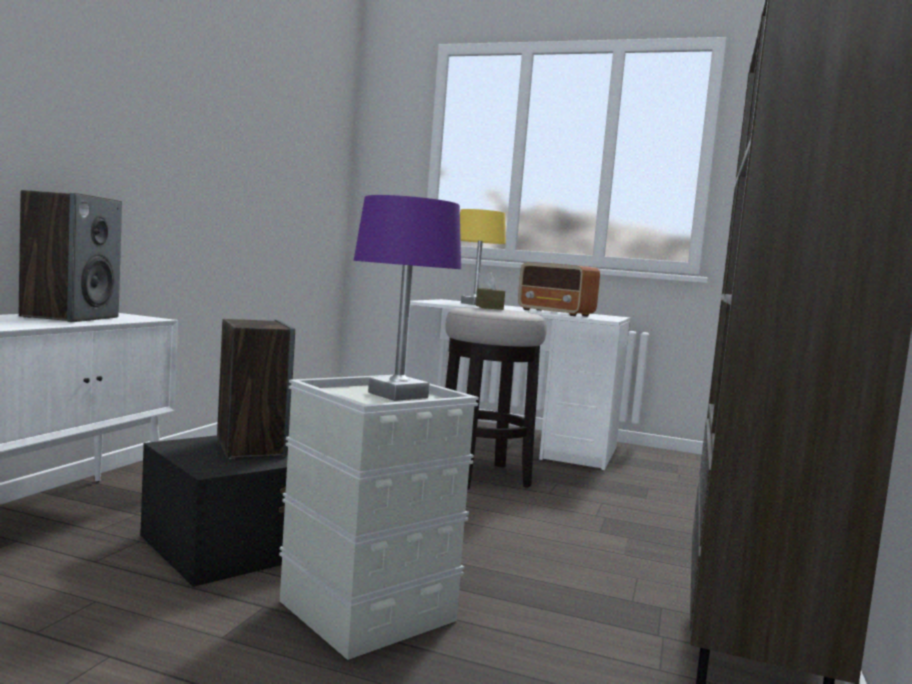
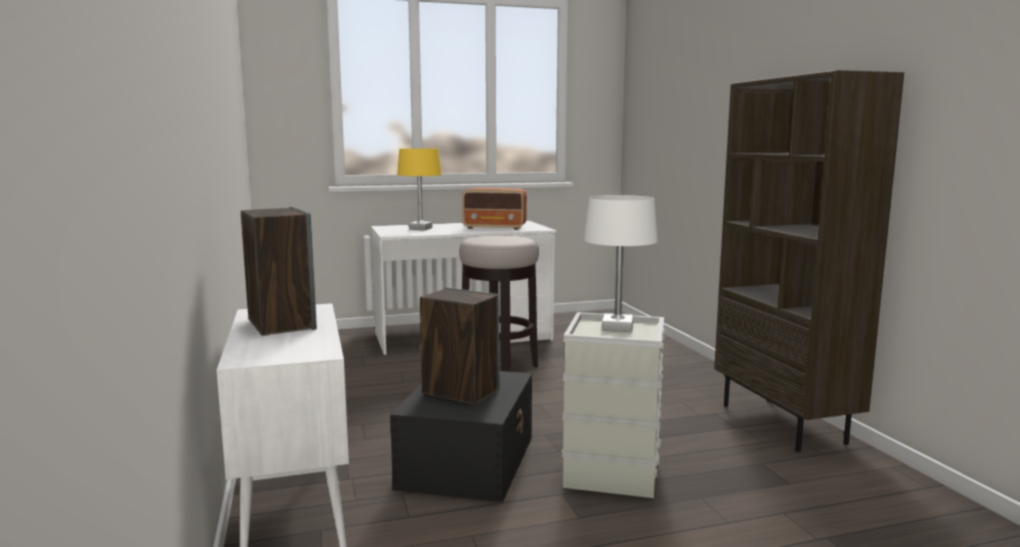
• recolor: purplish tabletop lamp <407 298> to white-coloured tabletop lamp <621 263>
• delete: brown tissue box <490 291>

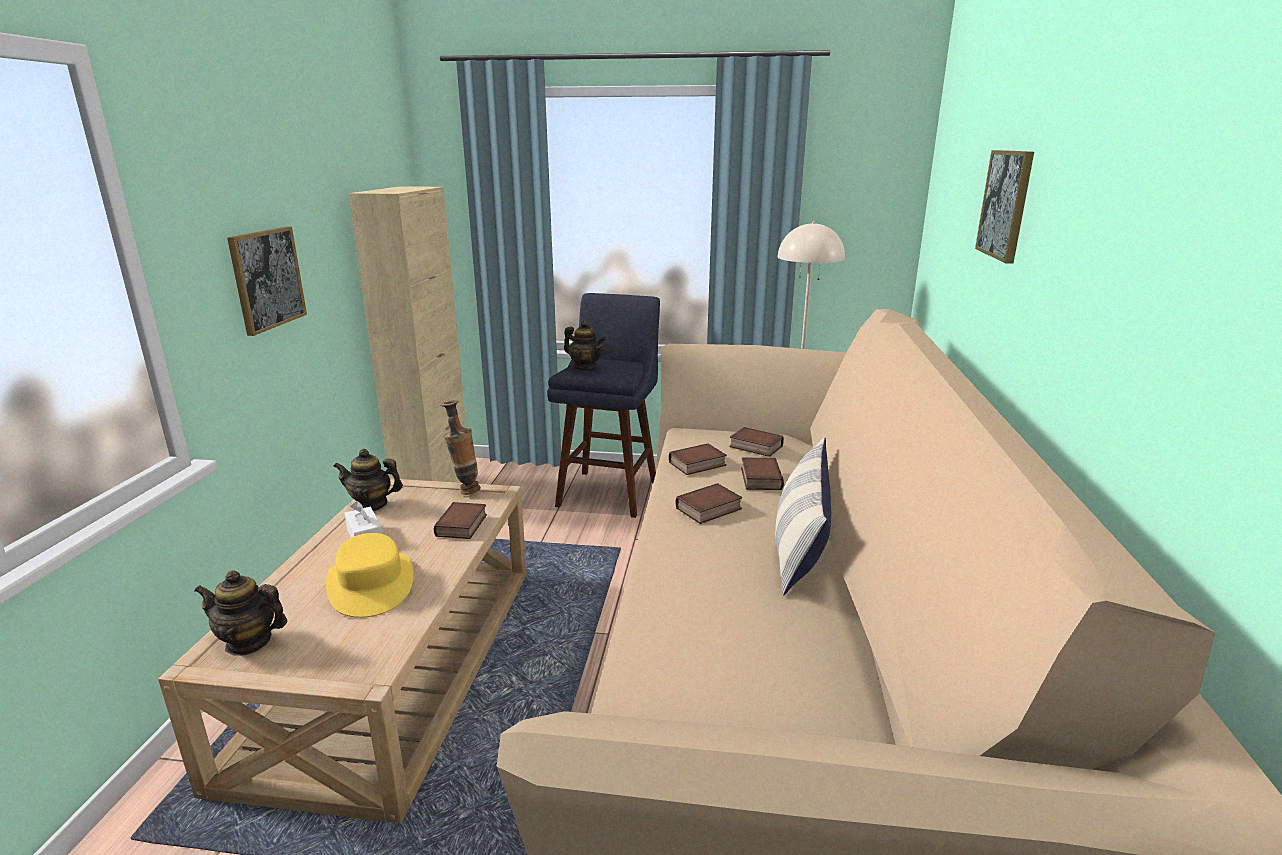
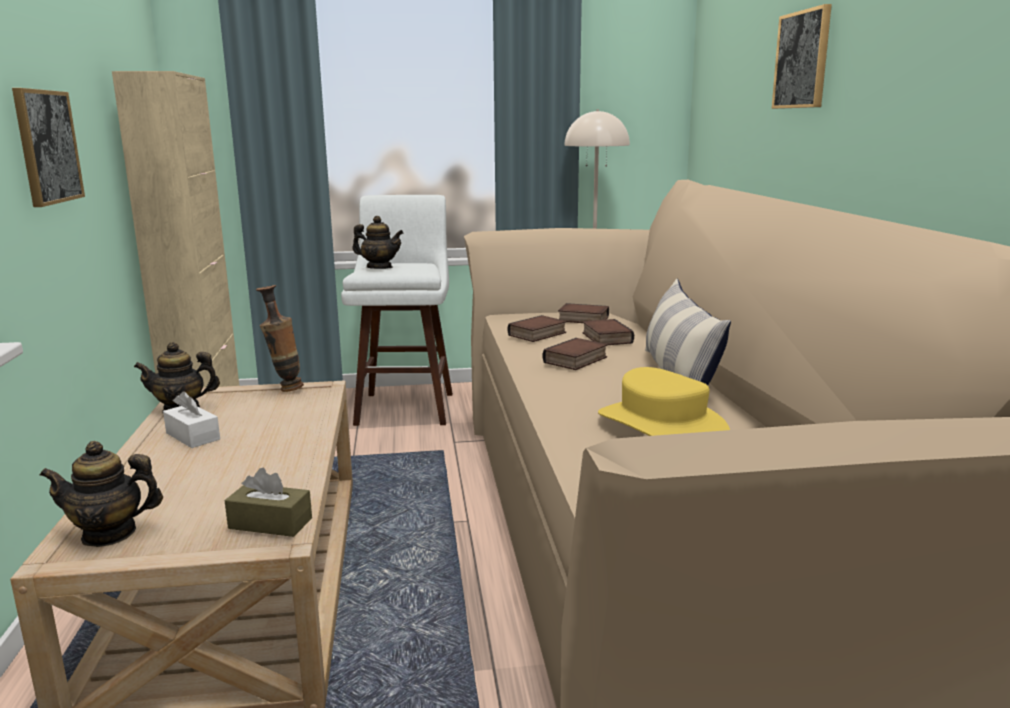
• recolor: blue-coloured stool <603 405> to white-coloured stool <397 310>
• delete: volume <460 520>
• move: yellow clothing hat <370 575> to <664 401>
• insert: brown tissue box <268 502>

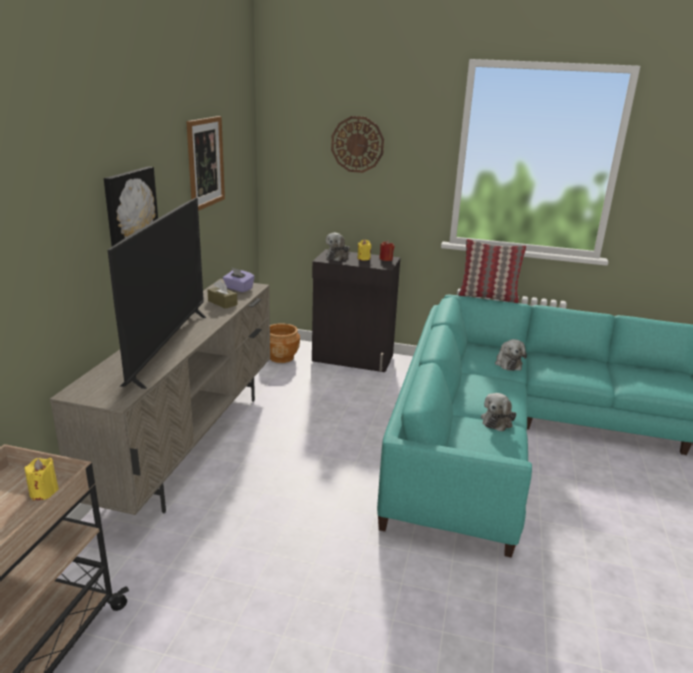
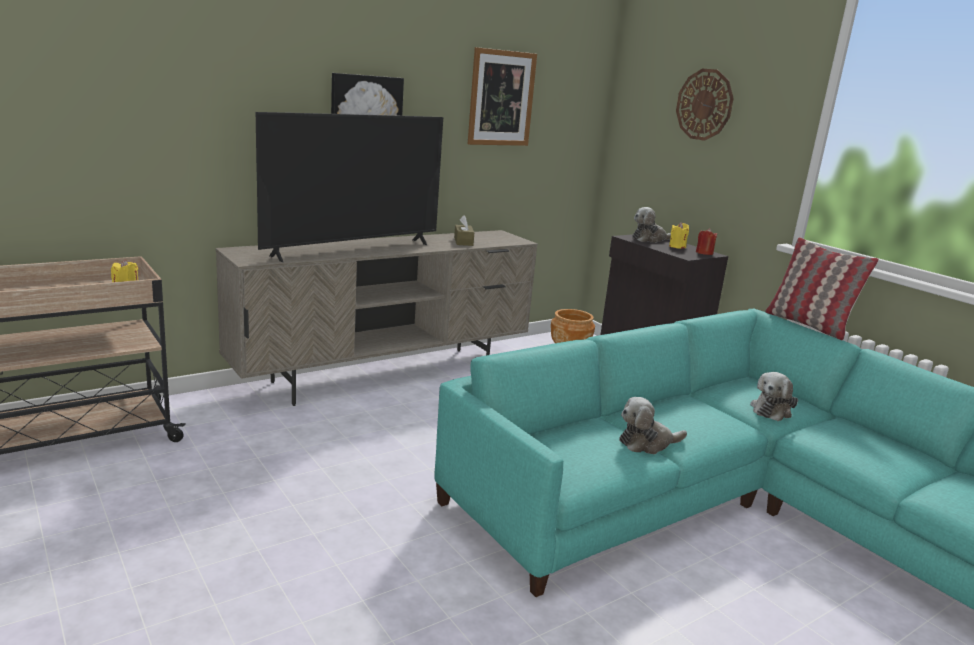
• delete: purplish tissue box <239 280>

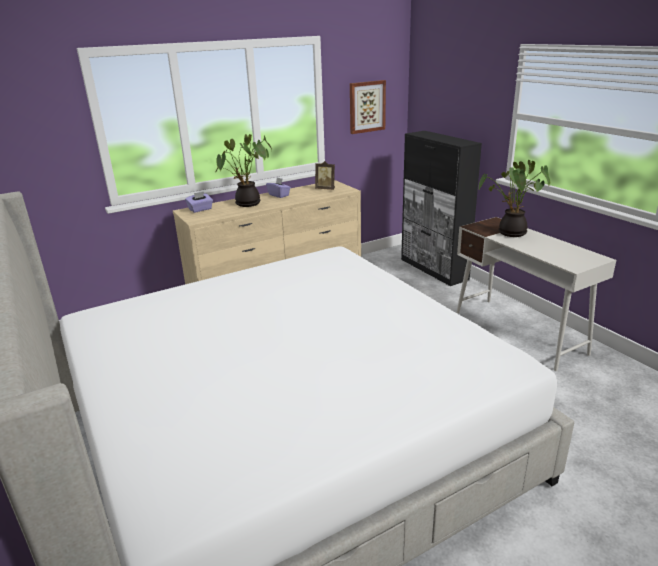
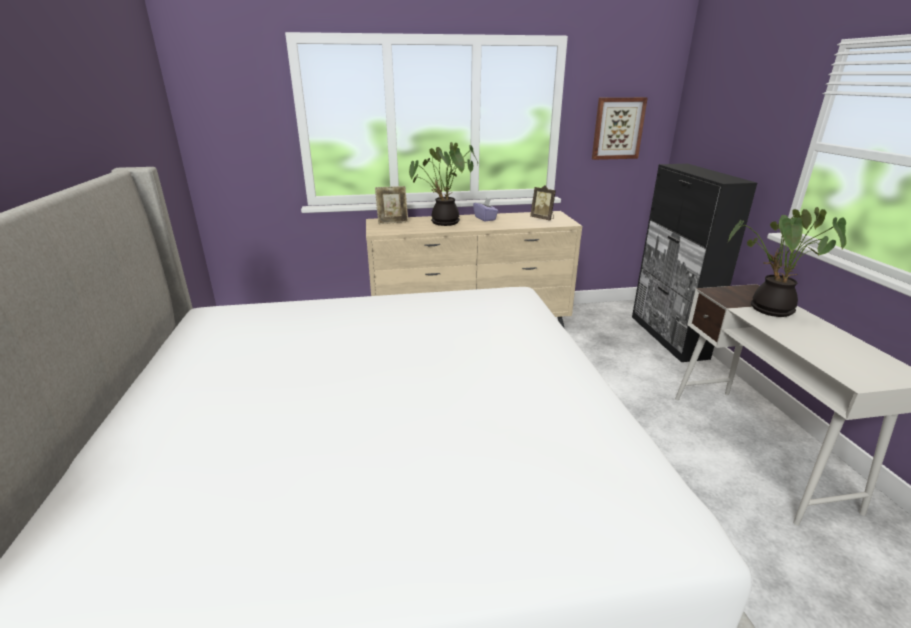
• replace: purplish tissue box <199 202> to photo frame <391 205>

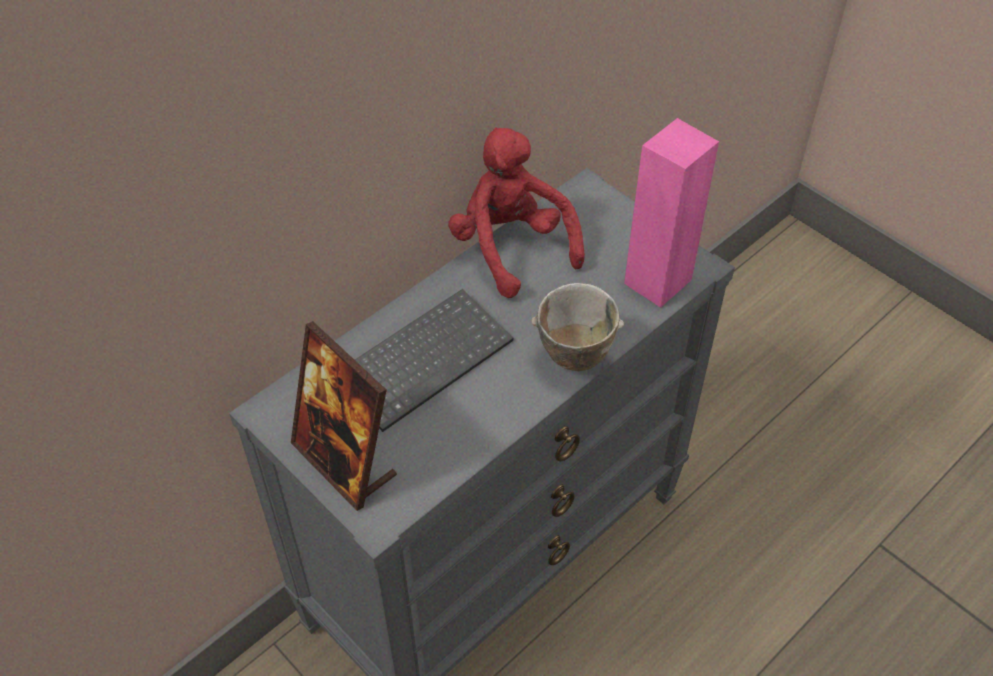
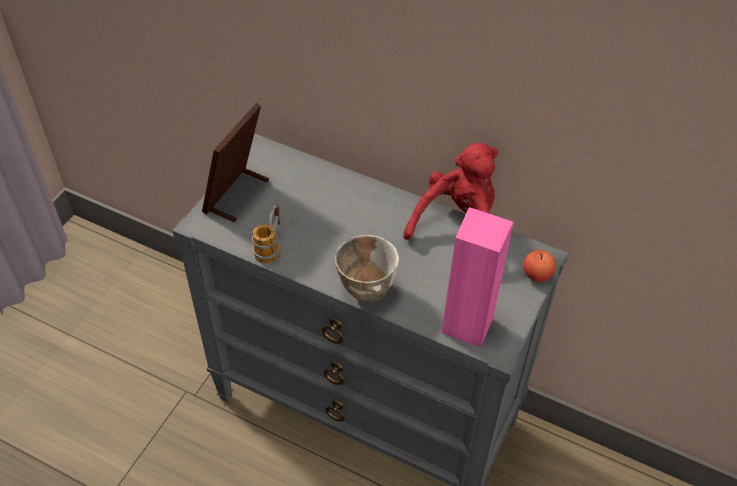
• delete: computer keyboard <434 360>
• insert: mug <266 233>
• insert: apple fruit <539 266>

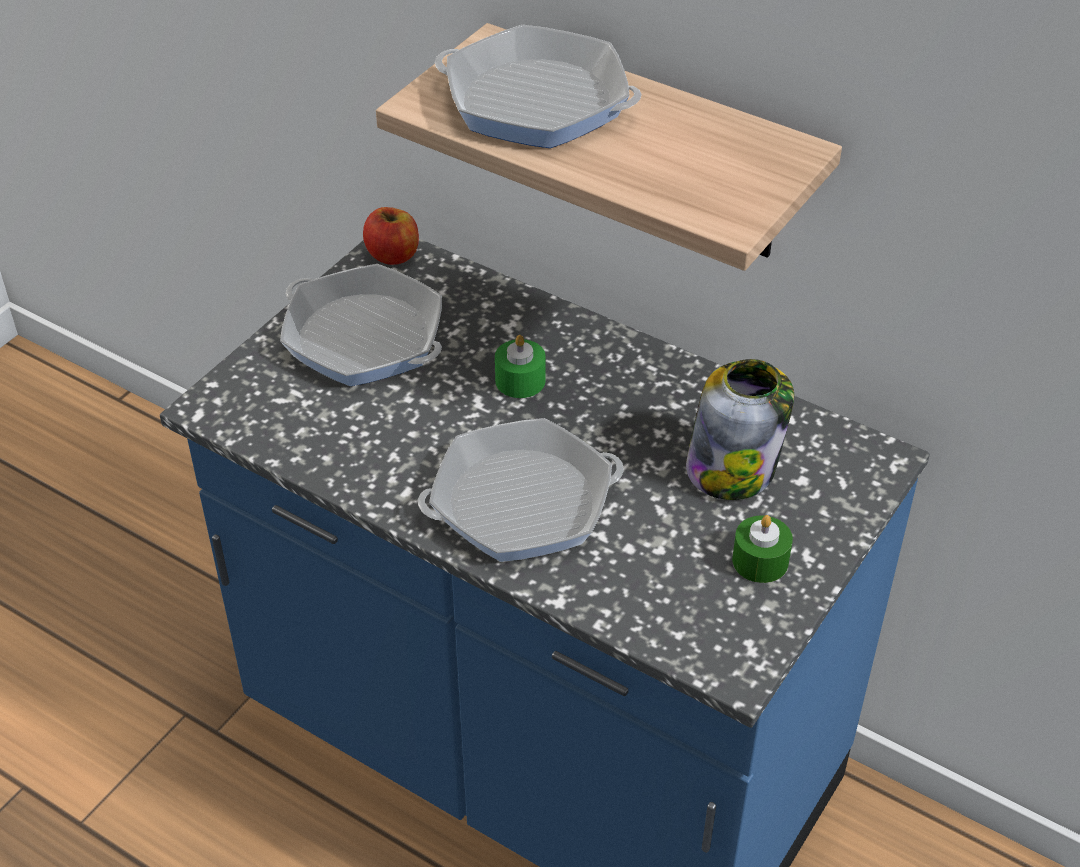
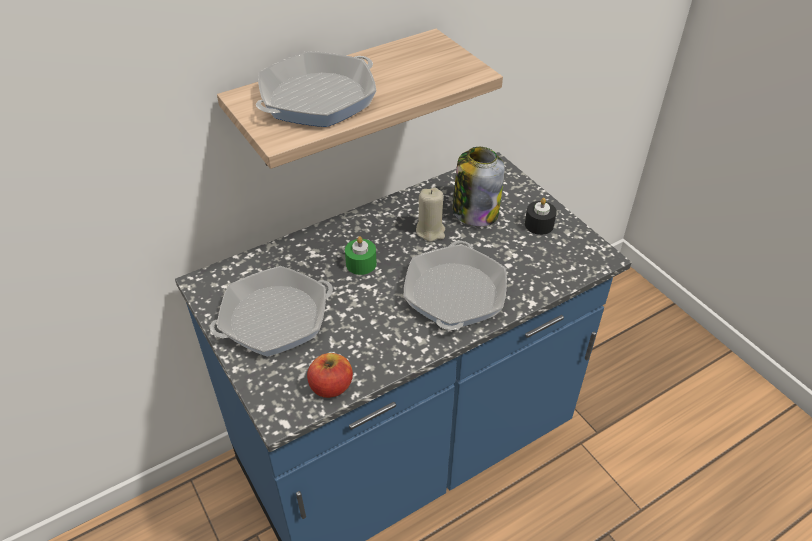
• move: apple fruit <391 236> to <330 375>
• recolor: greenish wax candle <762 549> to black-coloured wax candle <541 216>
• insert: beige wax candle <430 214>

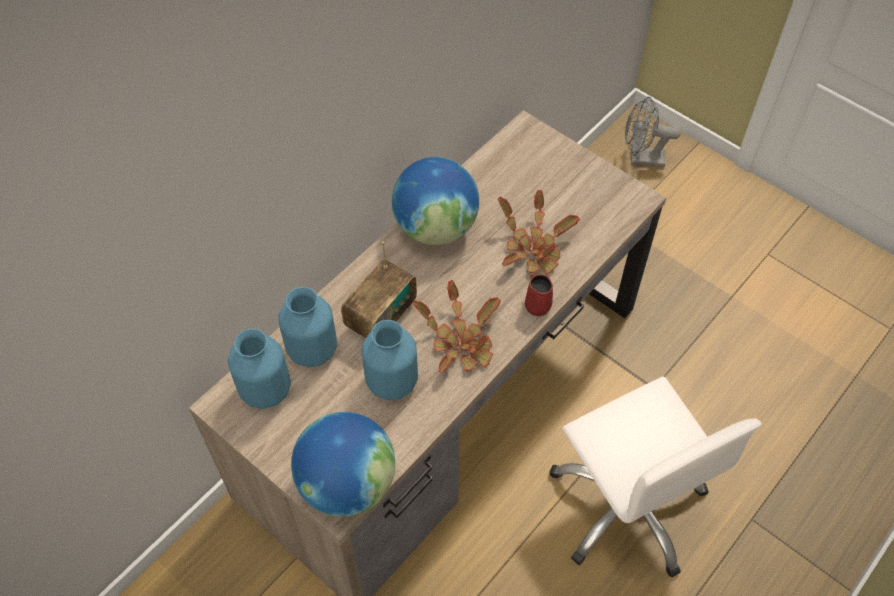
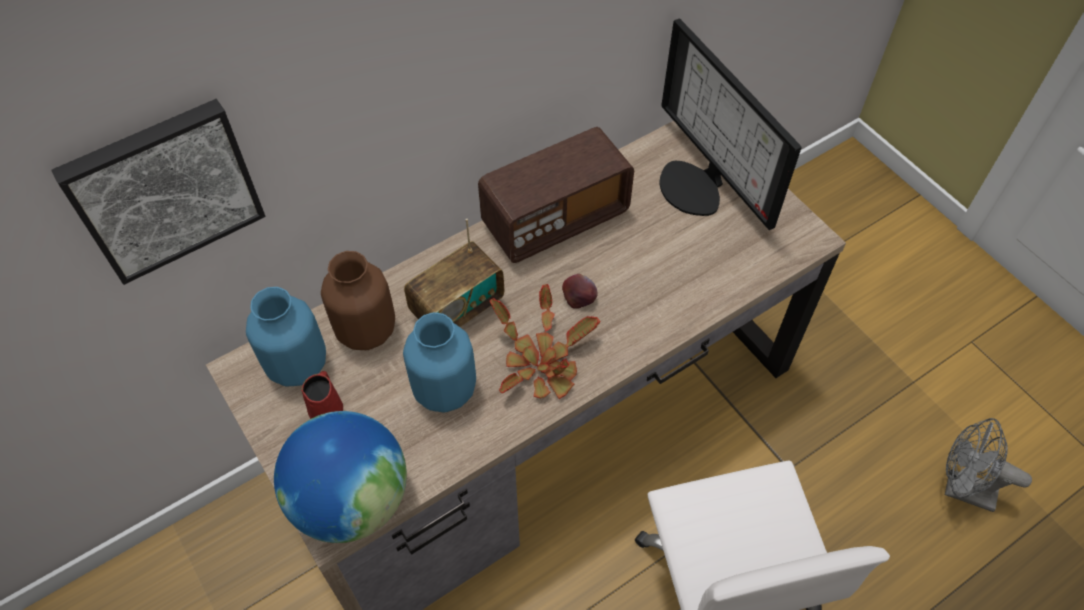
• move: grey fan <652 132> to <988 465>
• replace: world globe <435 201> to radio <556 195>
• delete: plant in a pot <539 232>
• move: red mug <539 295> to <322 395>
• recolor: blue-coloured vase <307 327> to brown vase <358 300>
• insert: monitor <730 124>
• insert: picture <158 192>
• insert: apple fruit <579 291>

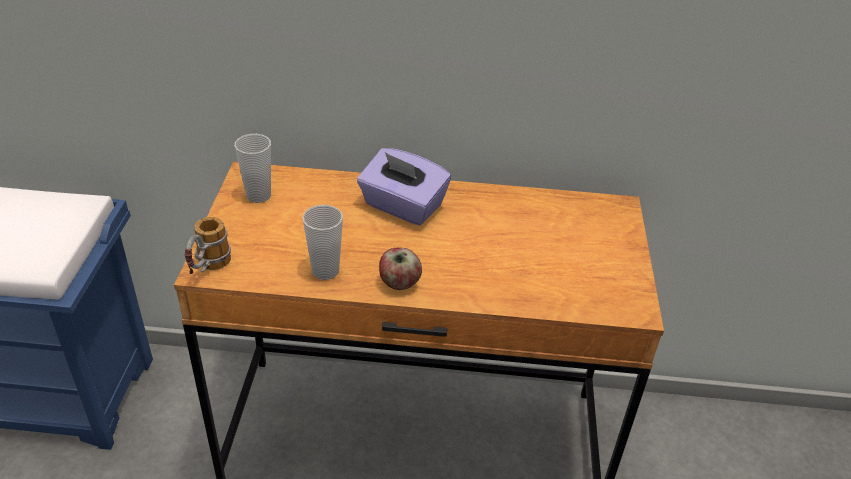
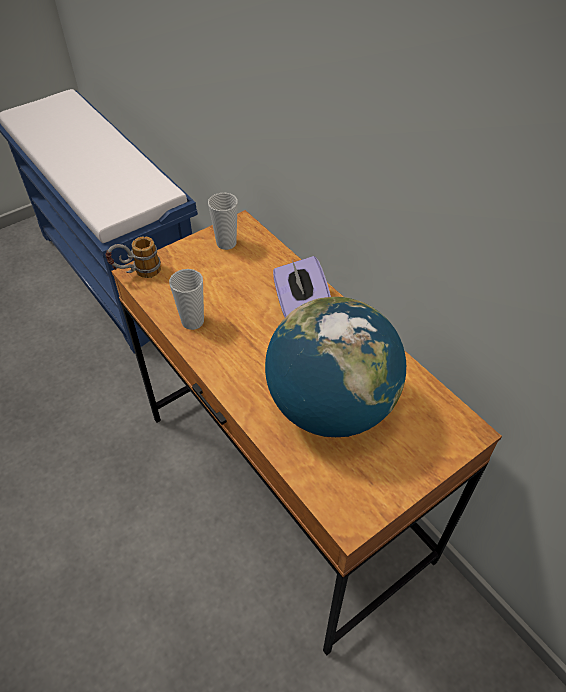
• delete: apple fruit <400 268>
• insert: world globe <335 367>

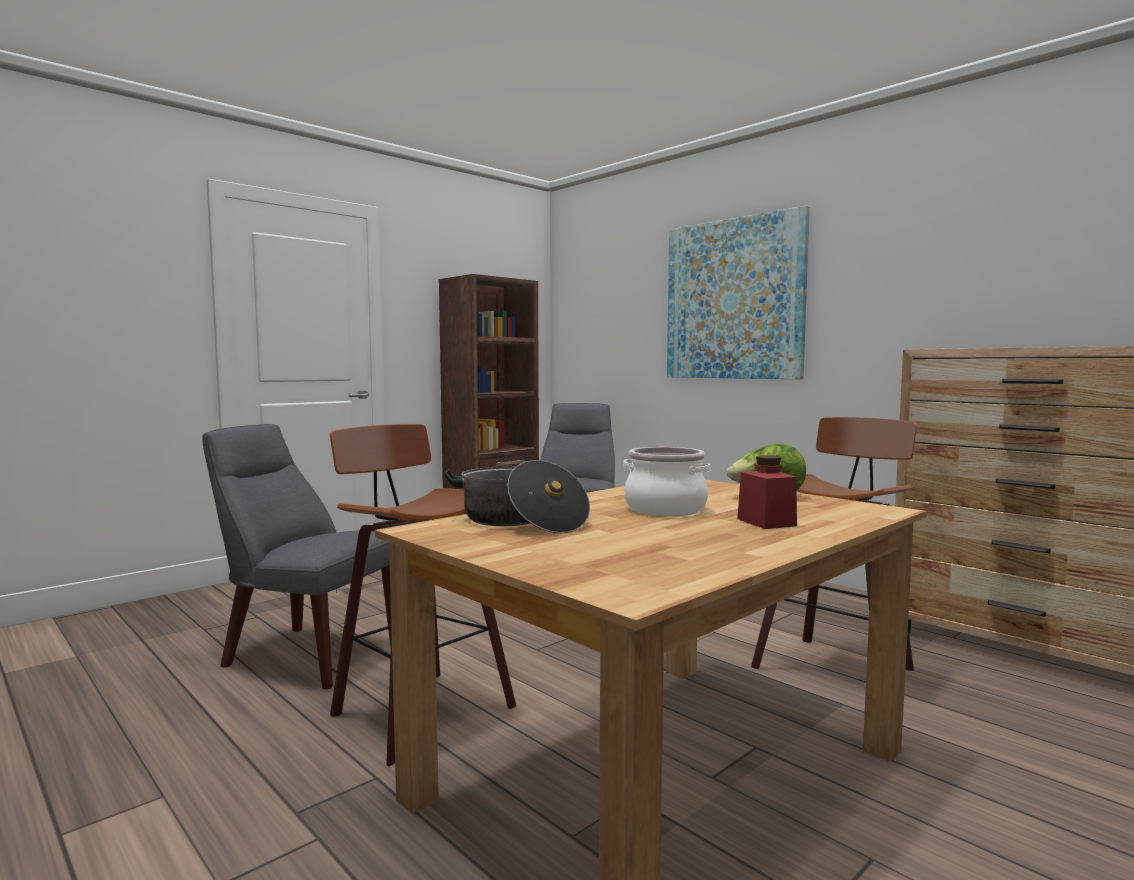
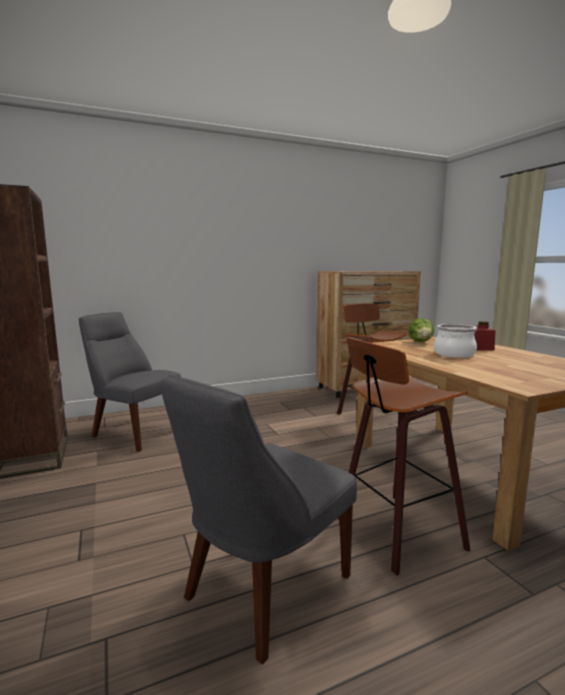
• delete: picture <738 292>
• delete: saucepot <517 496>

